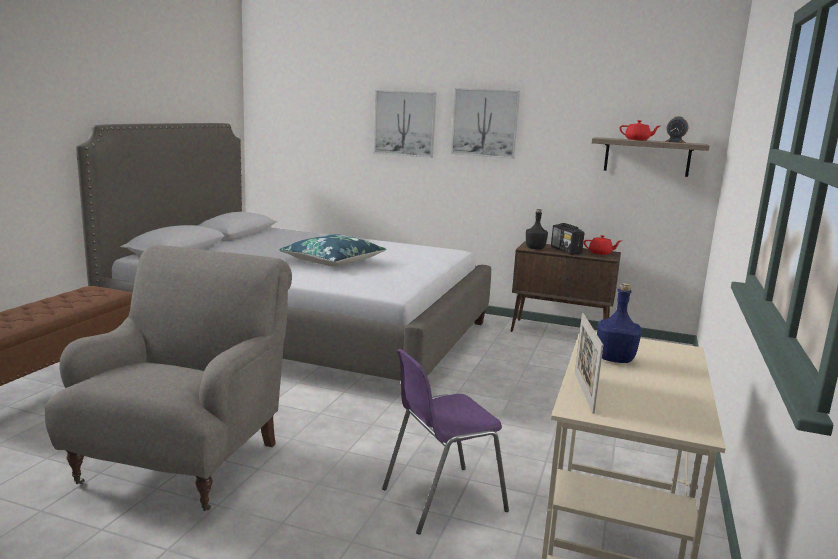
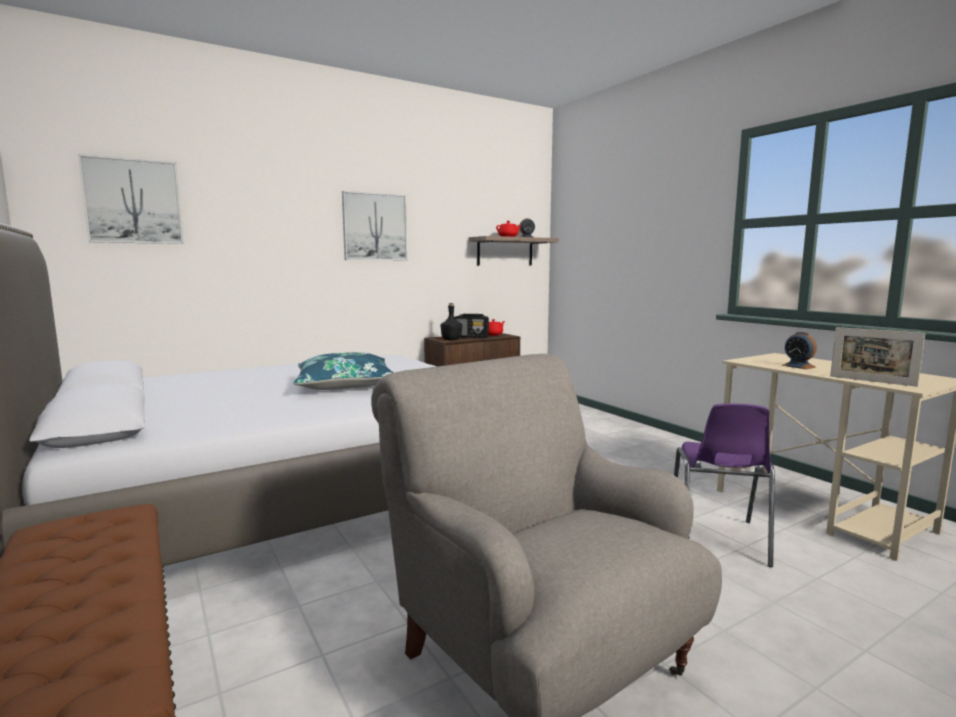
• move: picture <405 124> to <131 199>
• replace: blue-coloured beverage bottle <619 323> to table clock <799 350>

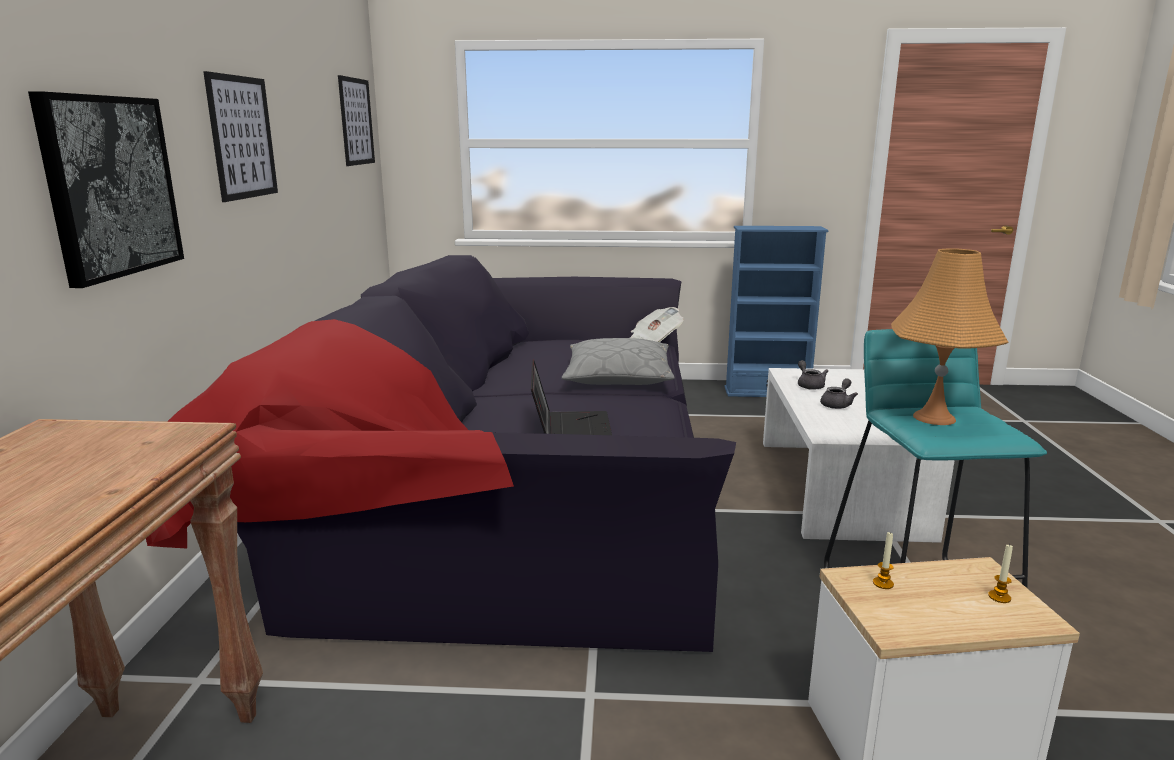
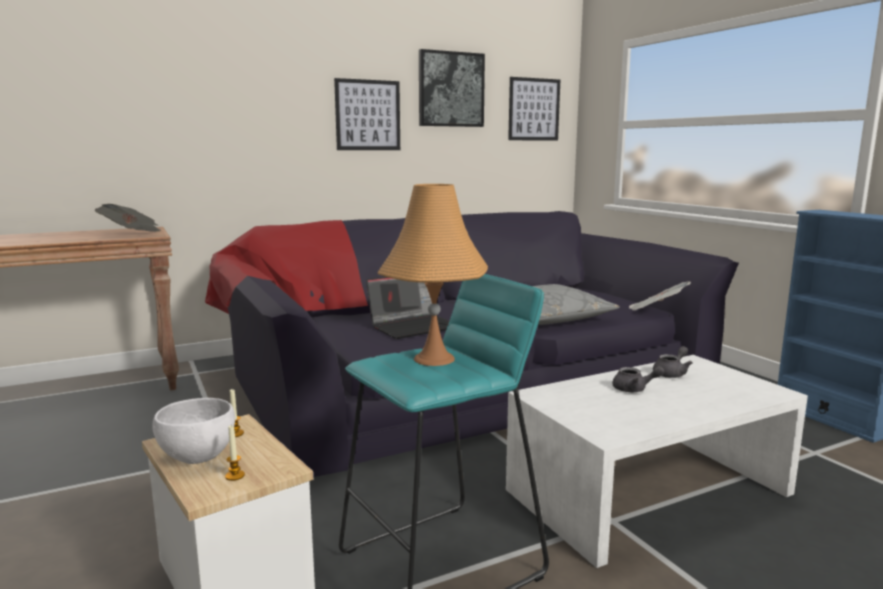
• move: picture <106 189> to <452 88>
• insert: printed paper <128 218>
• insert: white-coloured bowl <193 431>

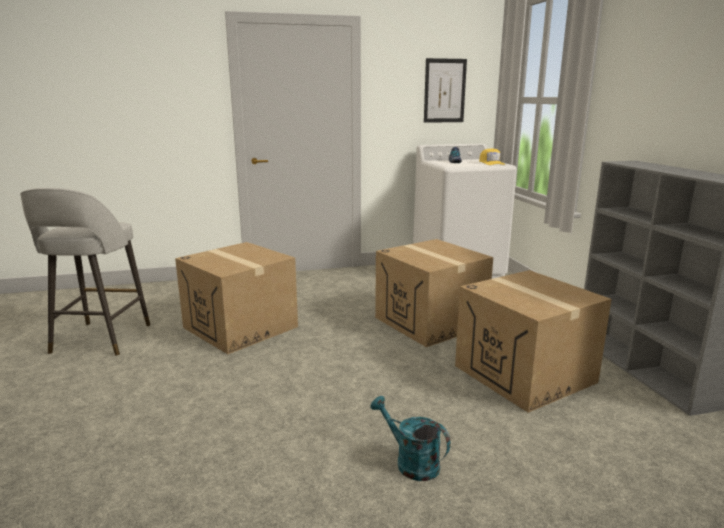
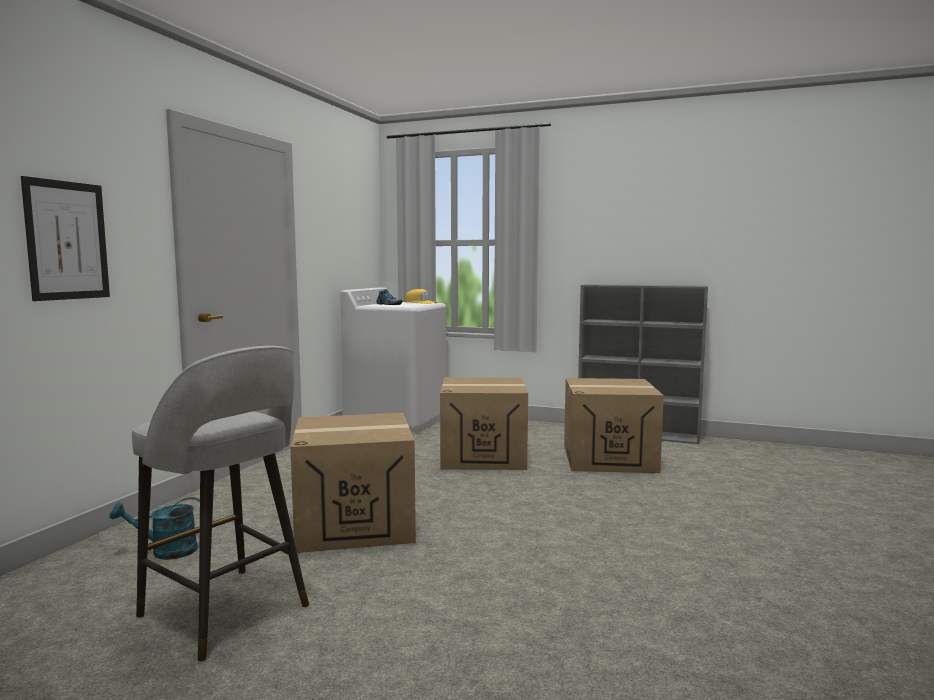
• move: picture <445 90> to <65 238>
• move: blue-green sprinkling can <410 438> to <155 528>

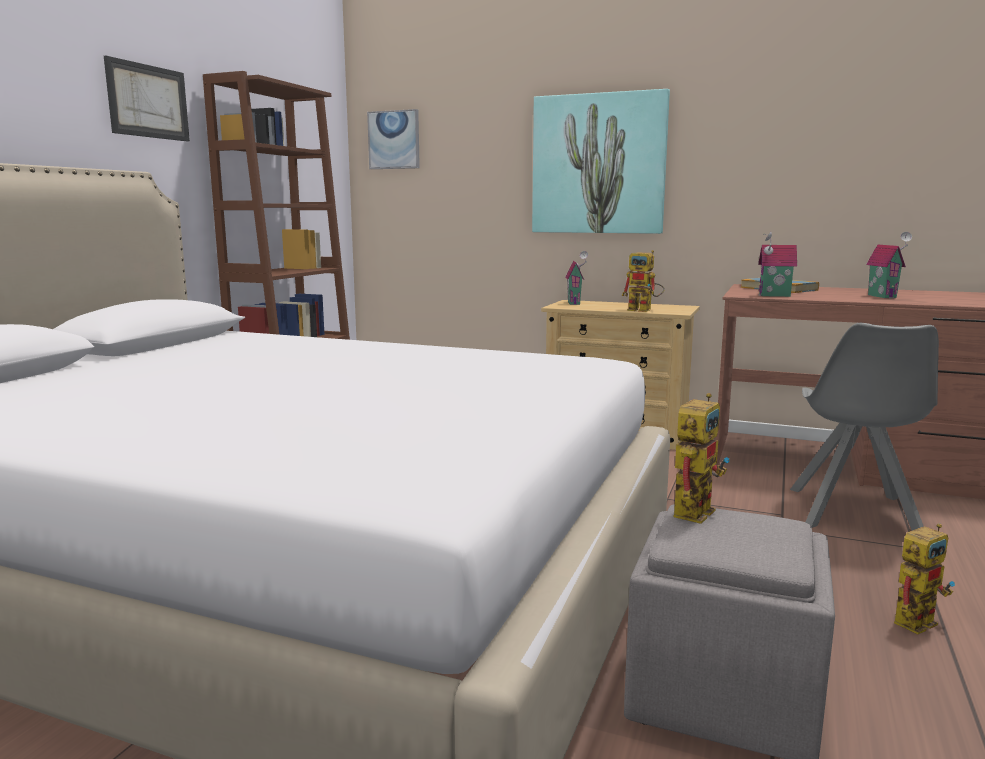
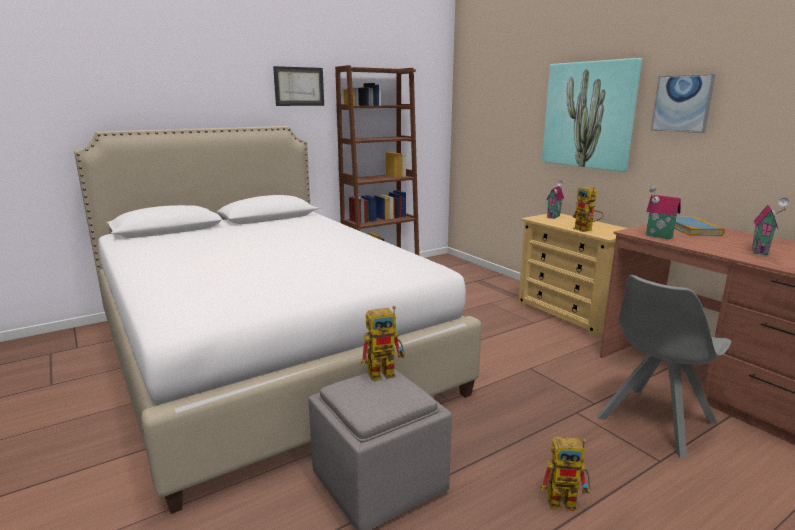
• move: picture <393 139> to <683 103>

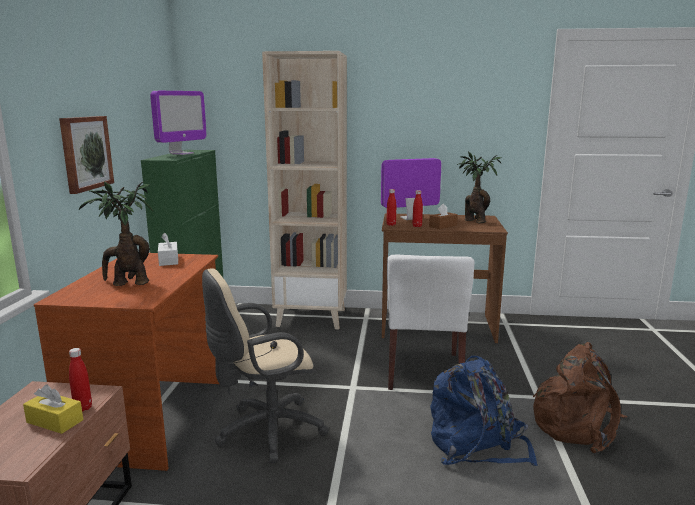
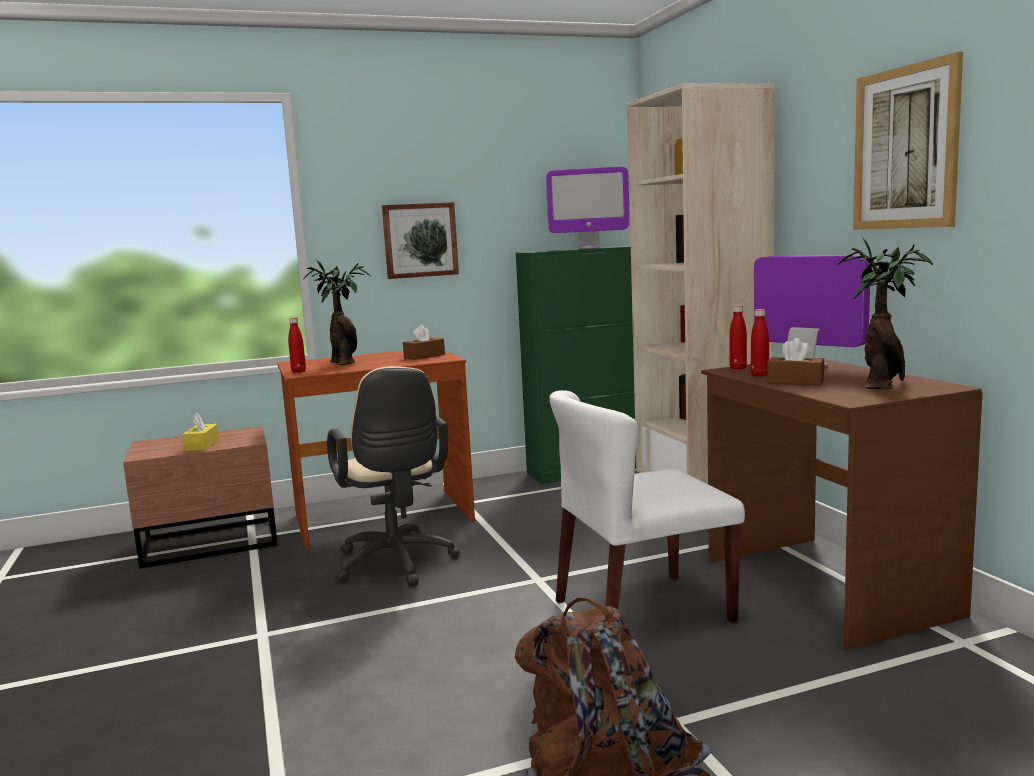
• recolor: white-coloured tissue box <168 249> to brown tissue box <424 342>
• rotate: beige computer chair <265 365> = <393 476> 150 degrees counterclockwise
• move: red beverage bottle <80 380> to <297 345>
• delete: blue-coloured backpack <484 411>
• insert: picture <908 141>

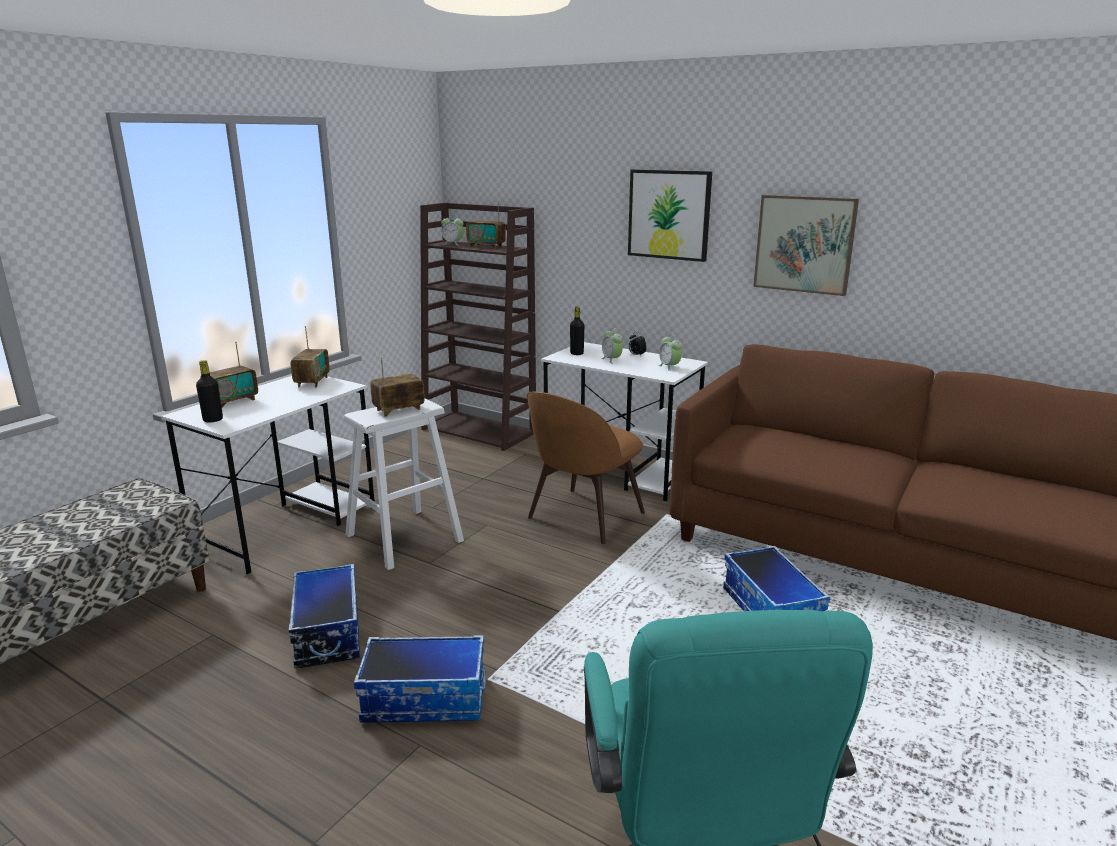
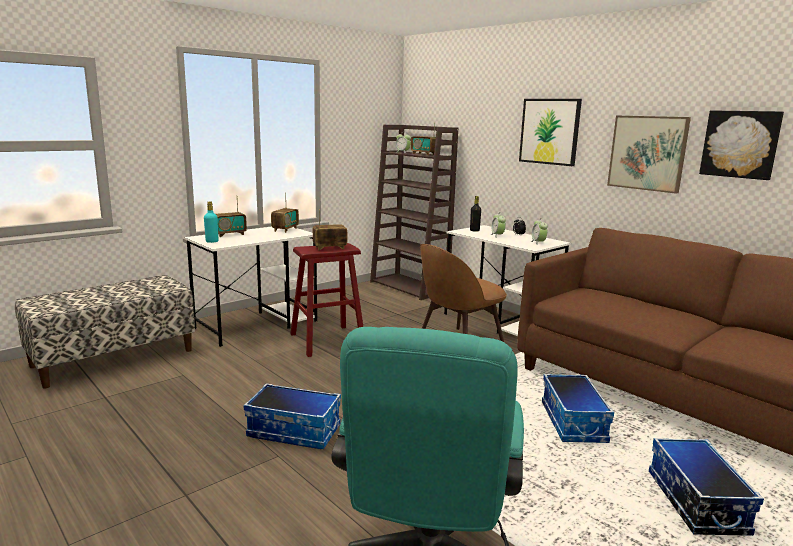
• recolor: black-coloured beverage bottle <209 391> to blue-green beverage bottle <211 222>
• recolor: white-coloured stool <403 484> to red stool <326 300>
• move: storage bin <324 616> to <706 487>
• insert: picture <741 145>

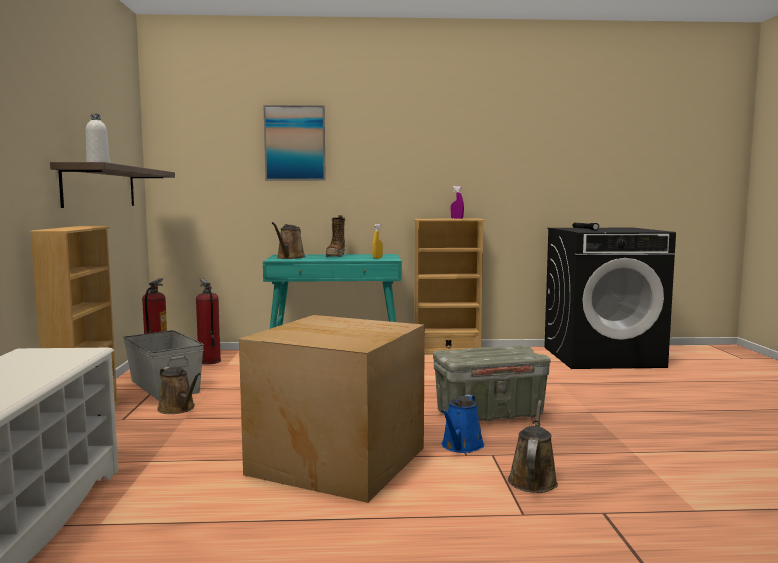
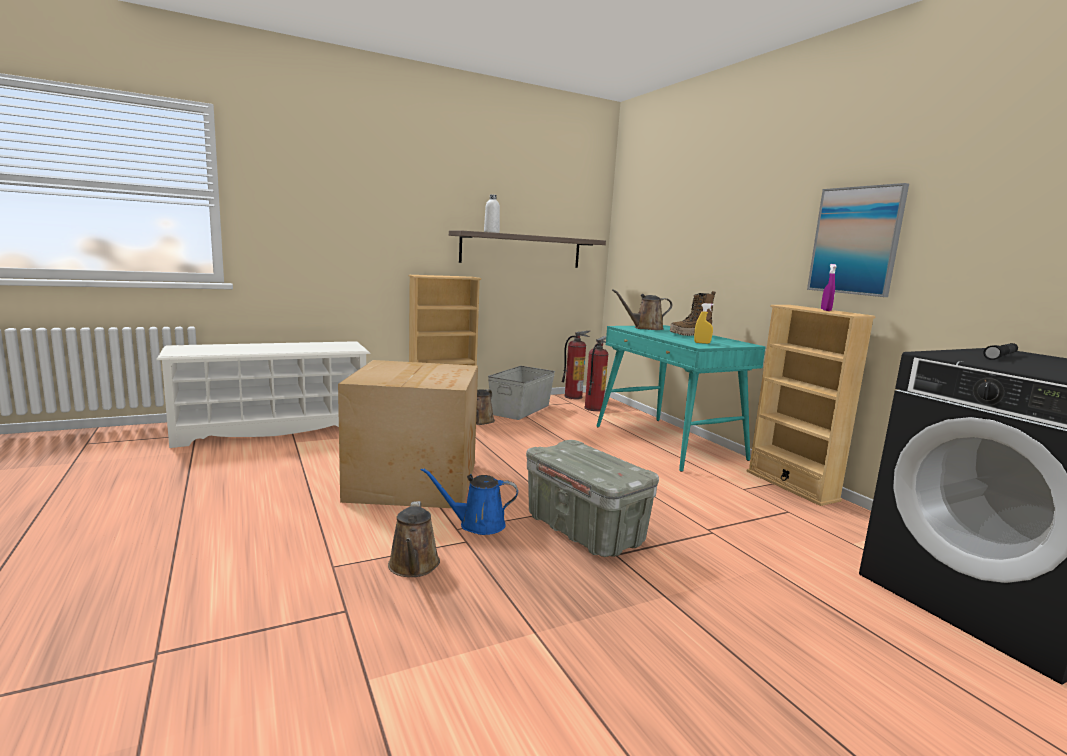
• move: picture <294 143> to <858 240>
• rotate: brown sprinkling can <533 446> = <414 539> 90 degrees clockwise

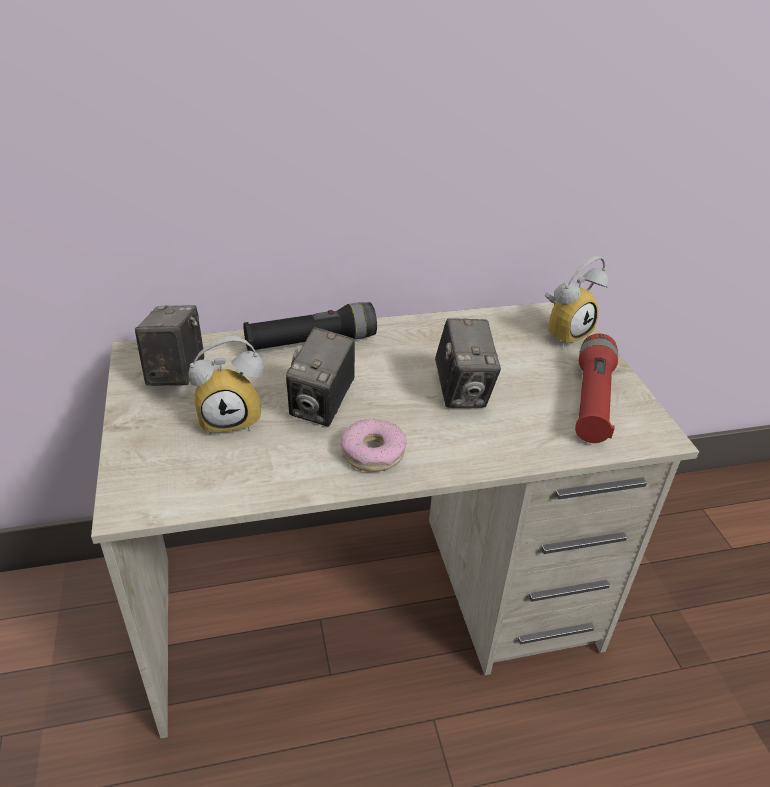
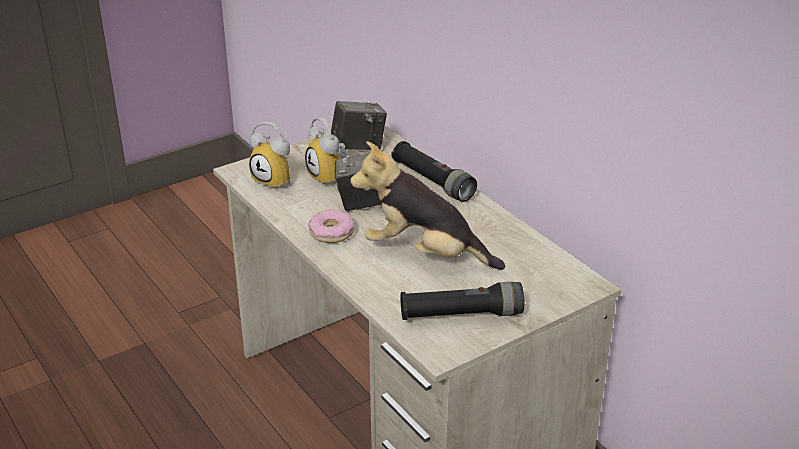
• move: table clock <576 301> to <269 156>
• replace: still camera <468 363> to soft toy <427 205>
• recolor: red flashlight <596 388> to black-coloured flashlight <462 301>

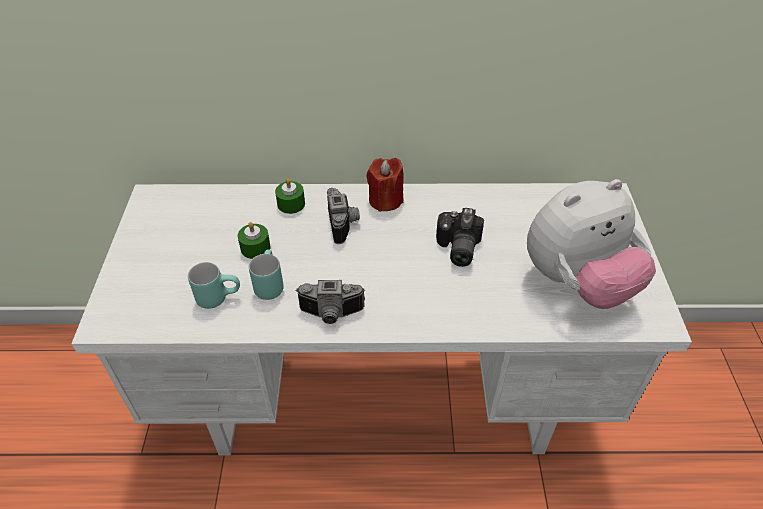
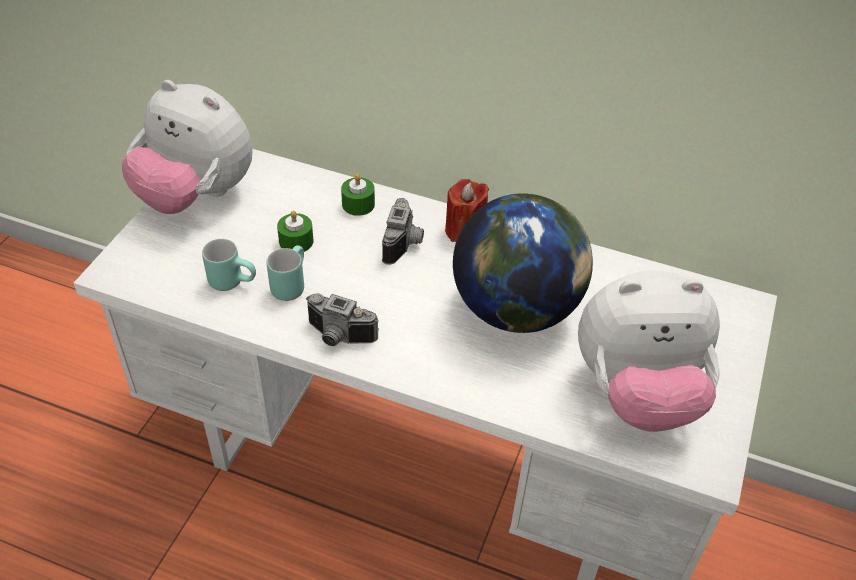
• replace: still camera <460 237> to world globe <523 263>
• insert: soft toy <187 147>

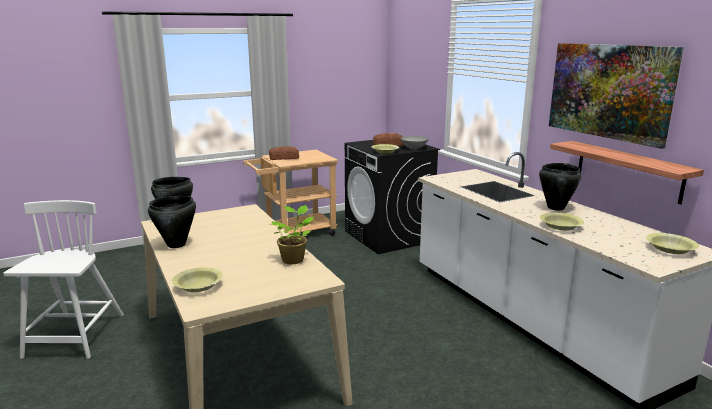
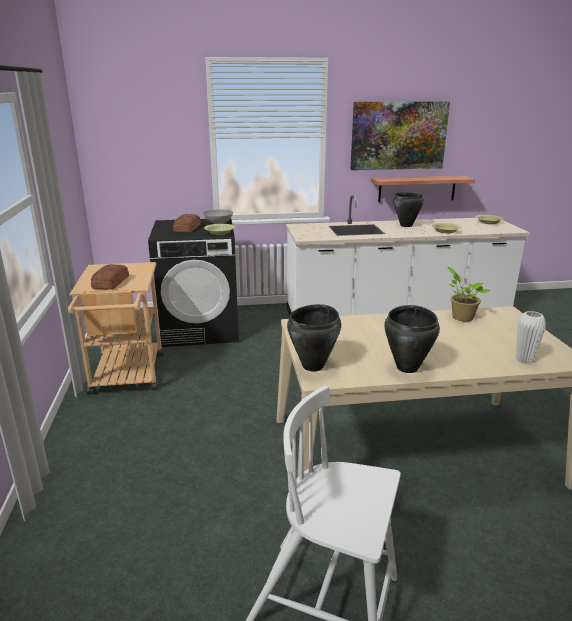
• replace: yellow bowl <197 279> to white-coloured vase <531 337>

